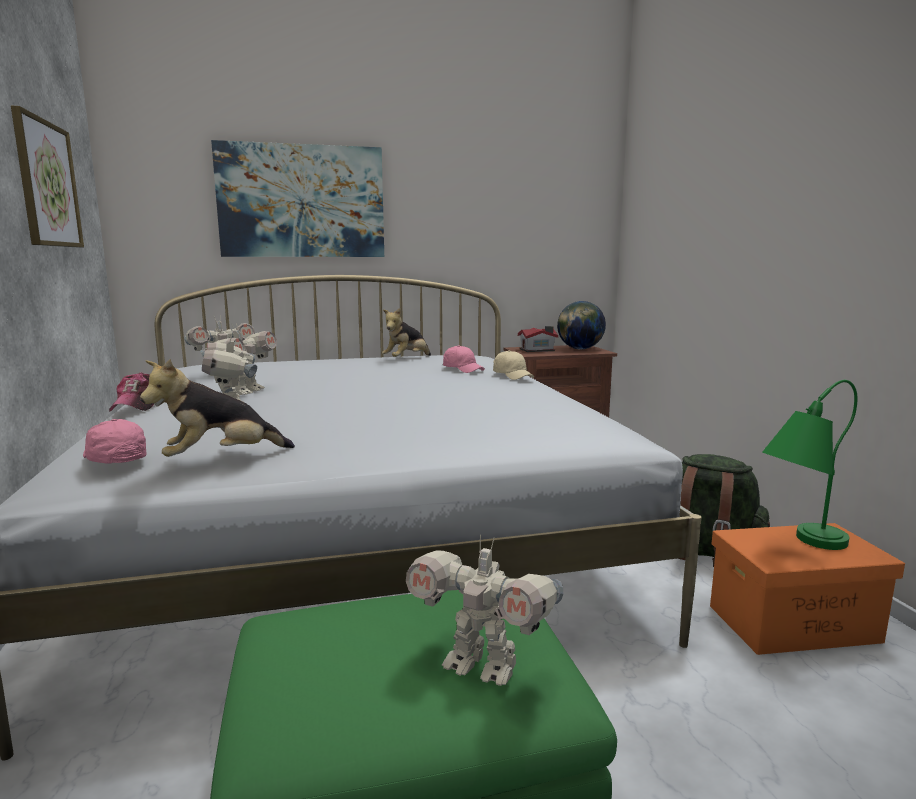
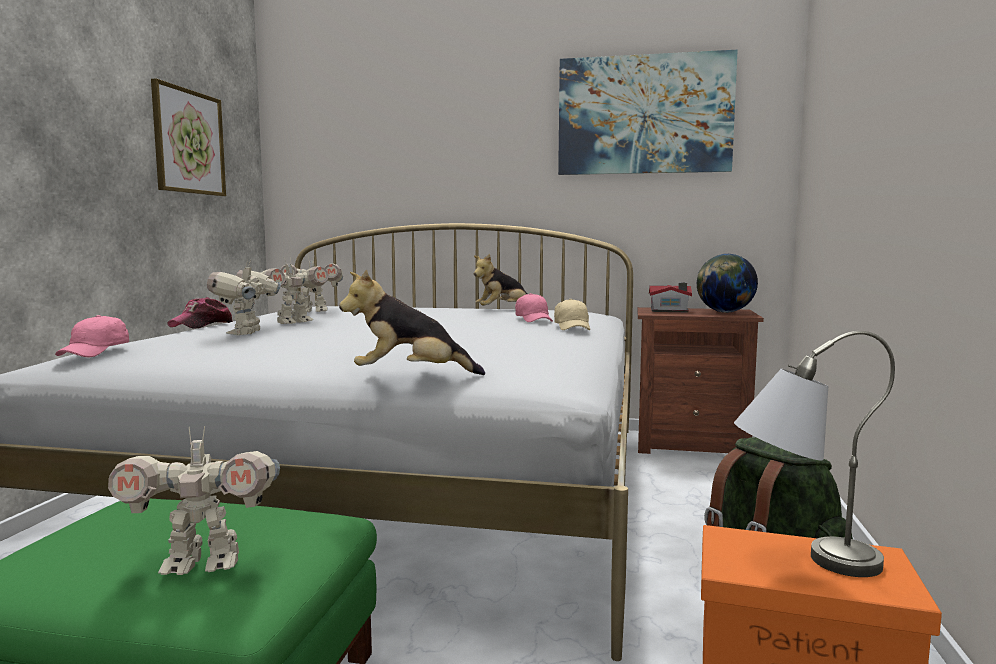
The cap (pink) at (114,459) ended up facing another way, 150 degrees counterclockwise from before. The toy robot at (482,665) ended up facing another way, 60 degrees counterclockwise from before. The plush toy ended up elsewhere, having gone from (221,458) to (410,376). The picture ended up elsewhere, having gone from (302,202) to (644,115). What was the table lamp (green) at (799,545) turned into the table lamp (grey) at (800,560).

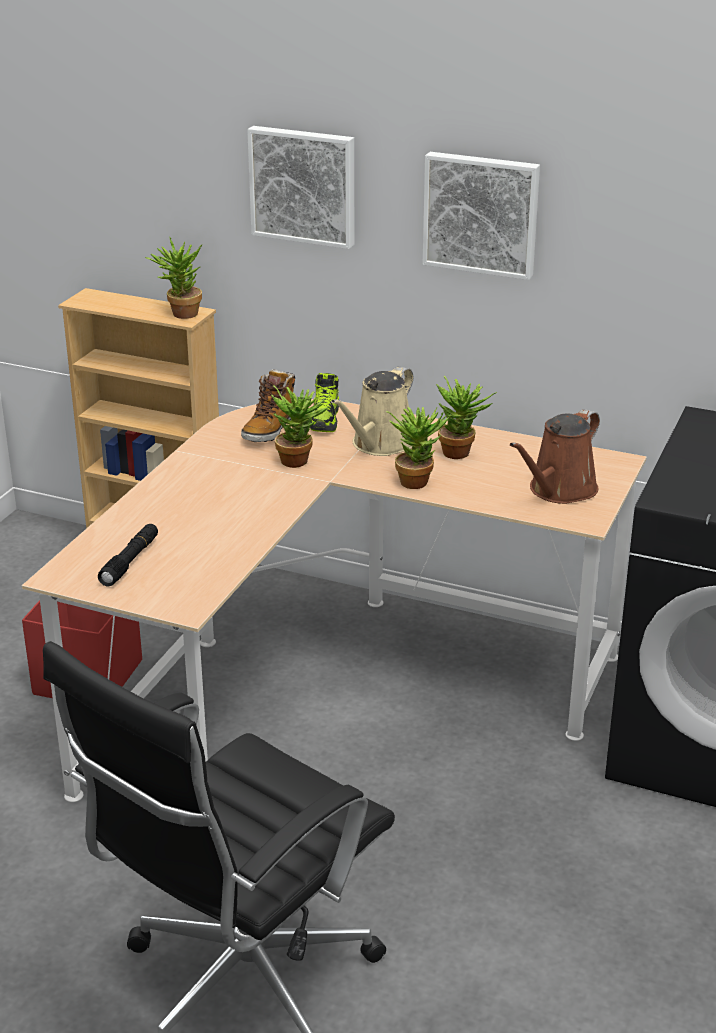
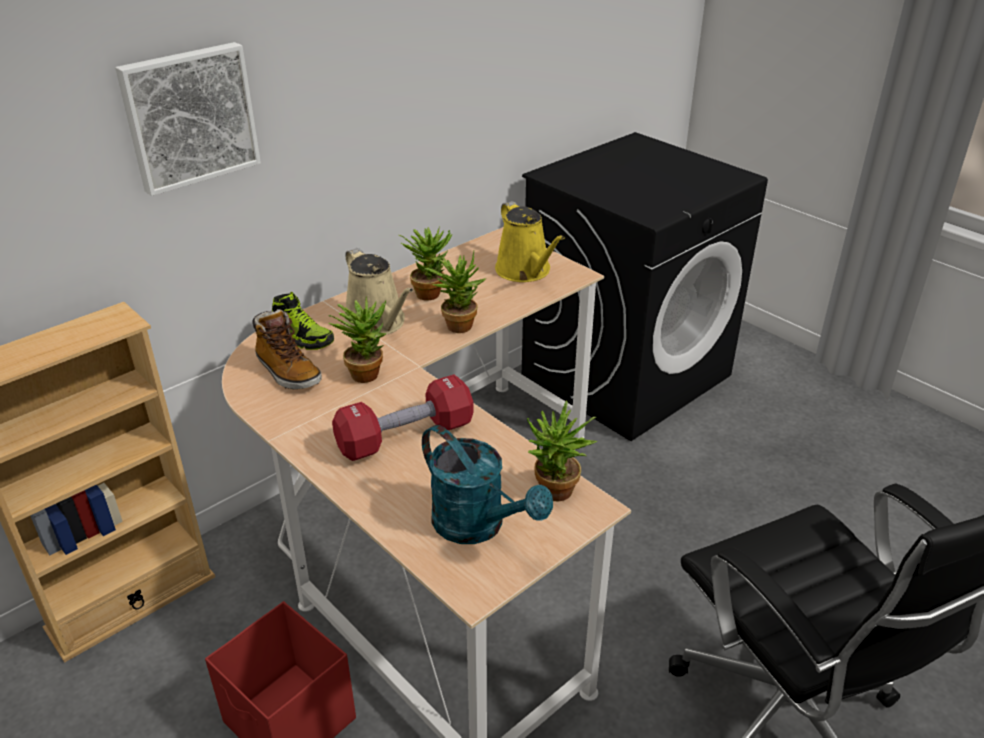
The second view gained the dumbbell (red) at (405,436). Where the flashlight (black) stood at (130,561), the watering can (turquoise) came to stand at (478,526). What was the watering can (brown) at (559,490) turned into the watering can (yellow) at (525,271). The potted plant ended up elsewhere, having gone from (179,314) to (554,495). The second view lost the picture at (481,213).

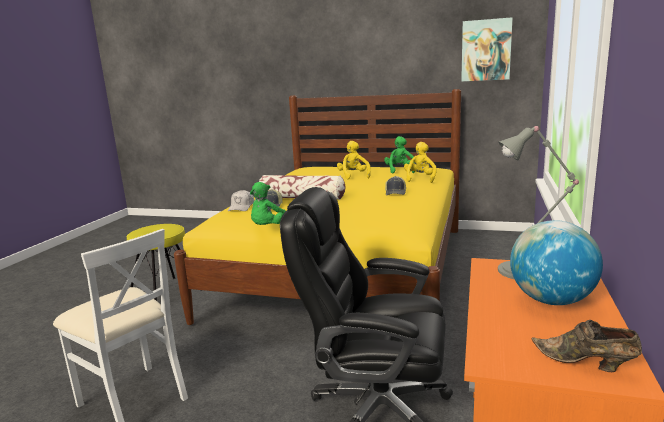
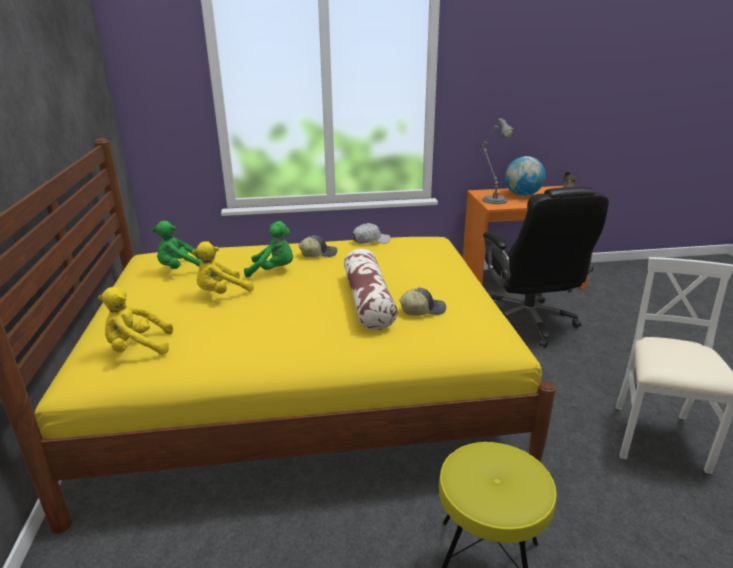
The plush toy (yellow) ended up elsewhere, having gone from (420,179) to (137,348). The plush toy (green) ended up elsewhere, having gone from (269,228) to (274,270). The cap (white) ended up elsewhere, having gone from (241,207) to (371,240). The second view lost the picture at (486,50).

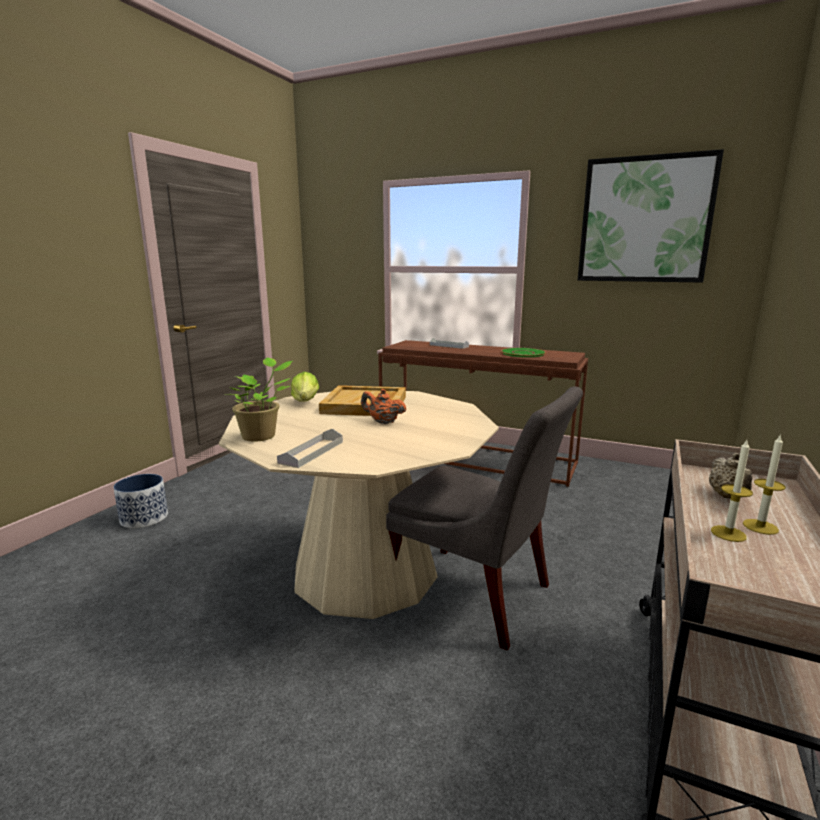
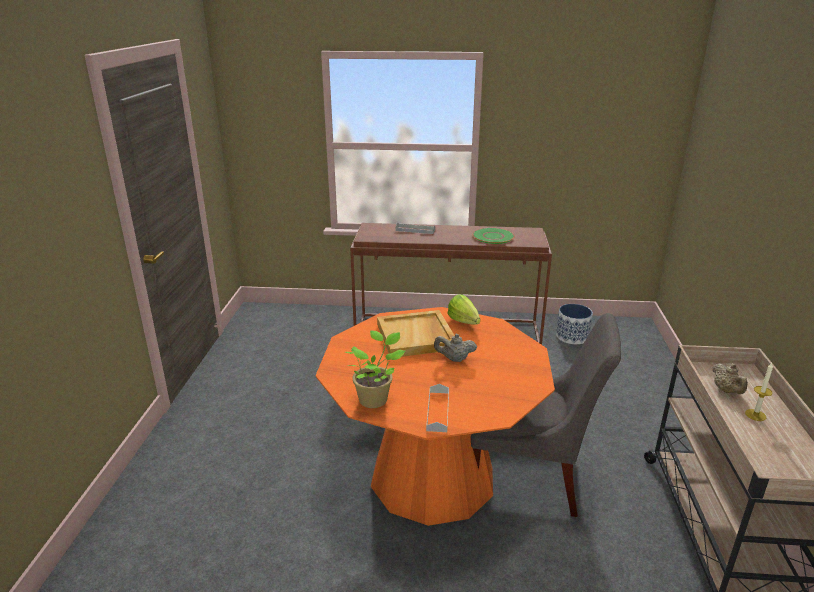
What was the dining table (beige) at (365,571) turned into the dining table (orange) at (432,477). What was the teapot (orange) at (383,422) turned into the teapot (beige) at (454,359). The lettuce ended up elsewhere, having gone from (304,404) to (465,323). The planter ended up elsewhere, having gone from (144,518) to (572,337). The second view lost the picture at (644,220). The second view lost the candle at (728,533).

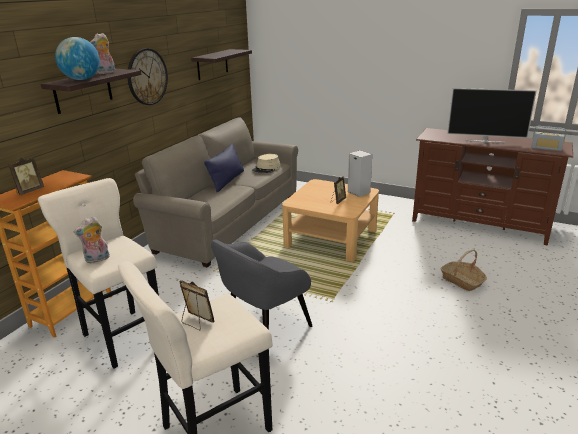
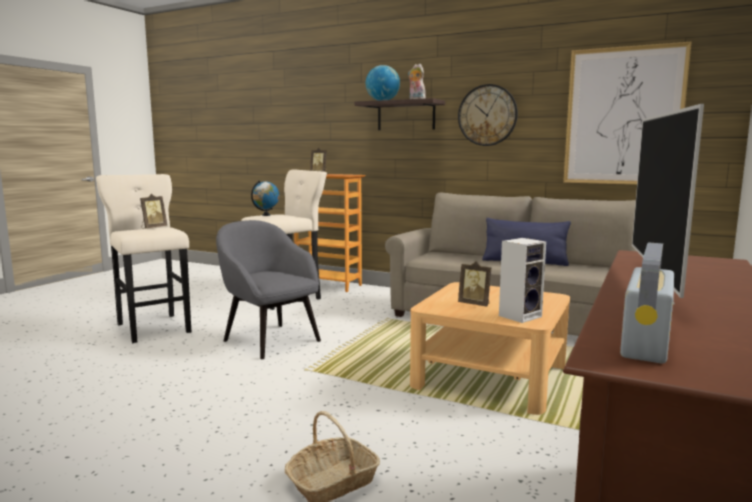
Where the plush toy stood at (97,259), the globe came to stand at (266,215). Where the shelf hung at (212,64), the picture came to hang at (623,116). The second view lost the hat (beige) at (266,168).

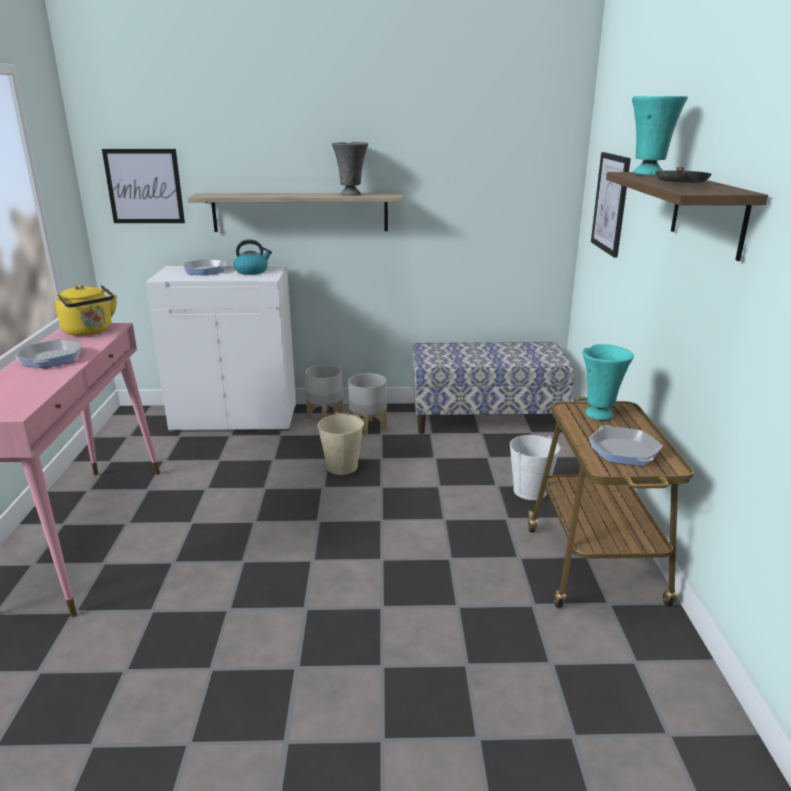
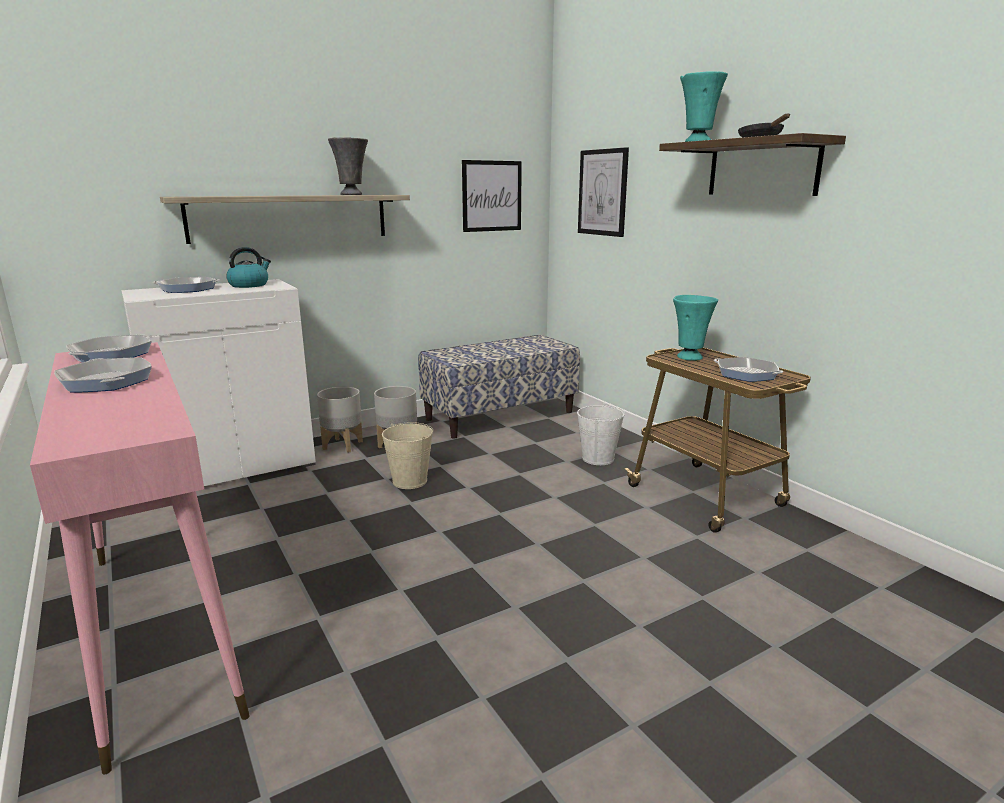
Where the kettle (yellow) stood at (90,331), the frying pan came to stand at (111,355). The picture ended up elsewhere, having gone from (144,186) to (492,196).

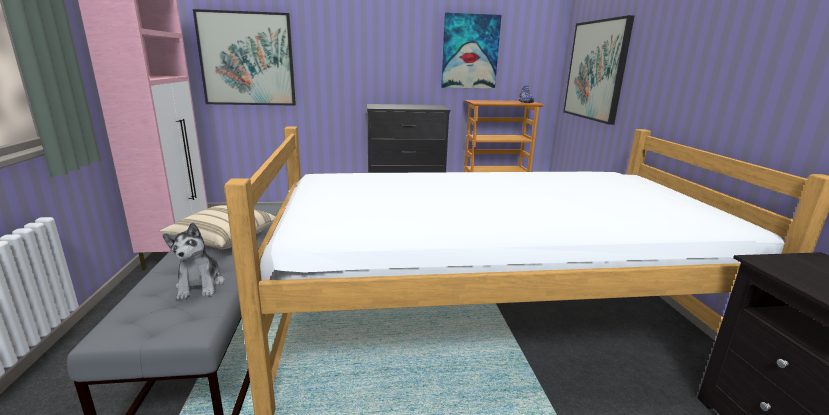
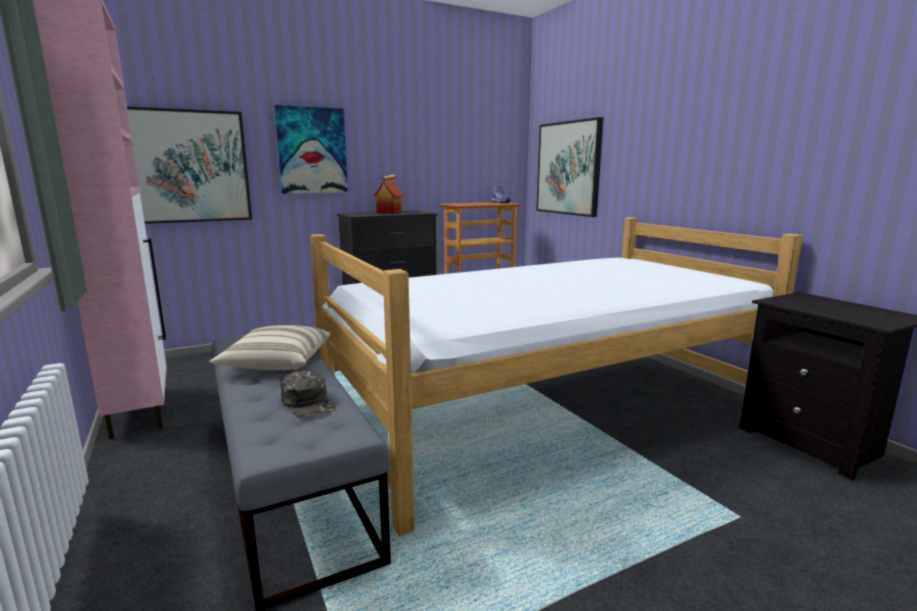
The picture ended up elsewhere, having gone from (470,52) to (312,150). Where the plush toy stood at (200,285), the cap (green) came to stand at (309,403). The second view gained the toy house at (389,212).

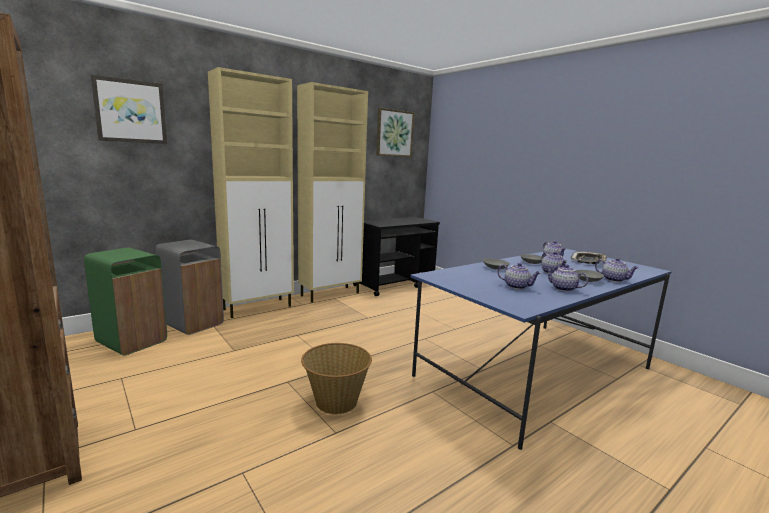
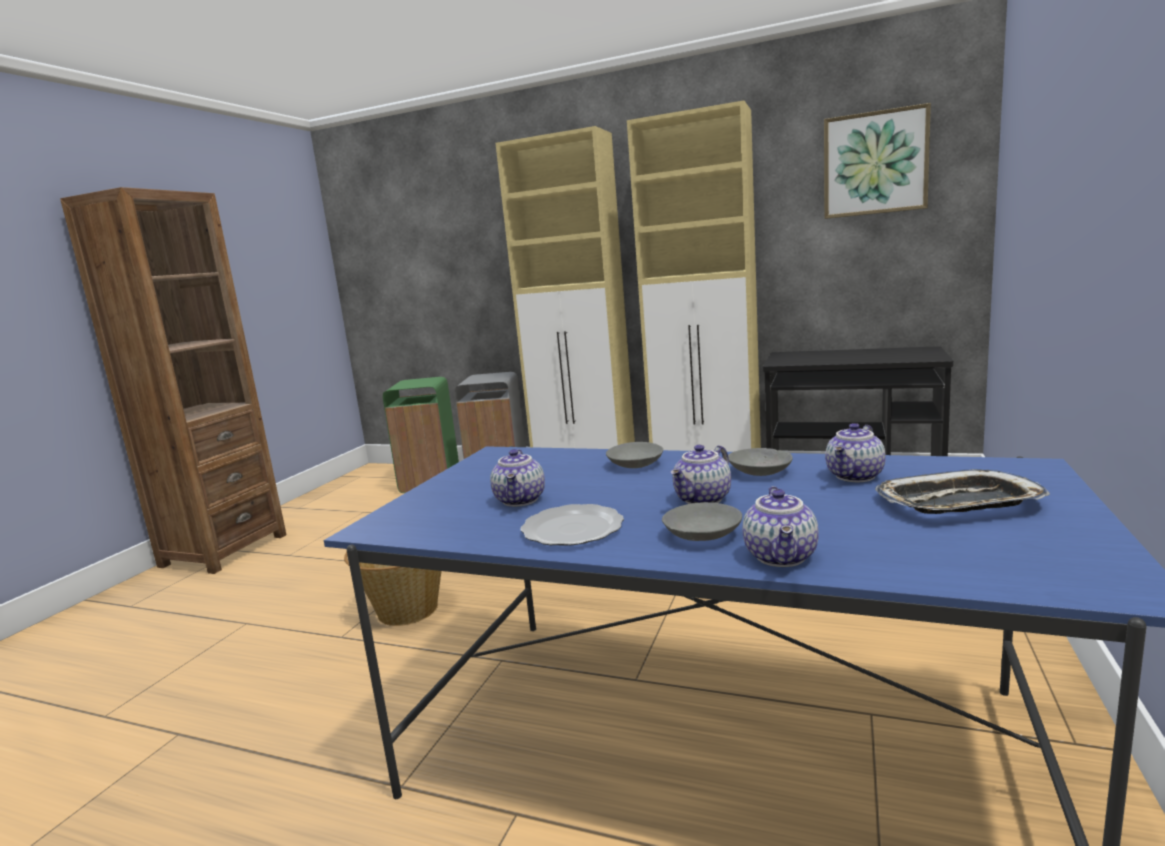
Where the teapot stood at (563,288), the plate came to stand at (571,529). The second view lost the picture at (130,111).

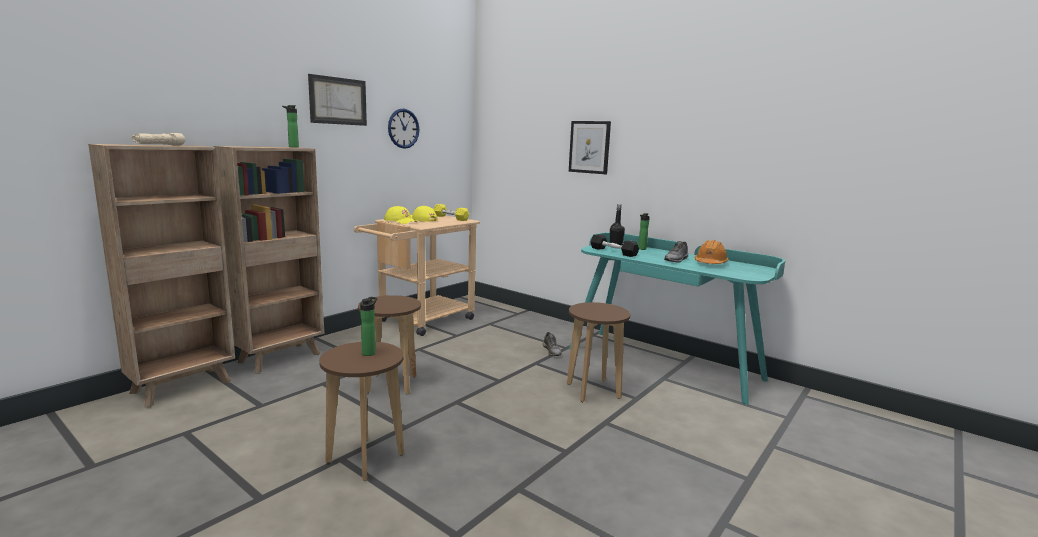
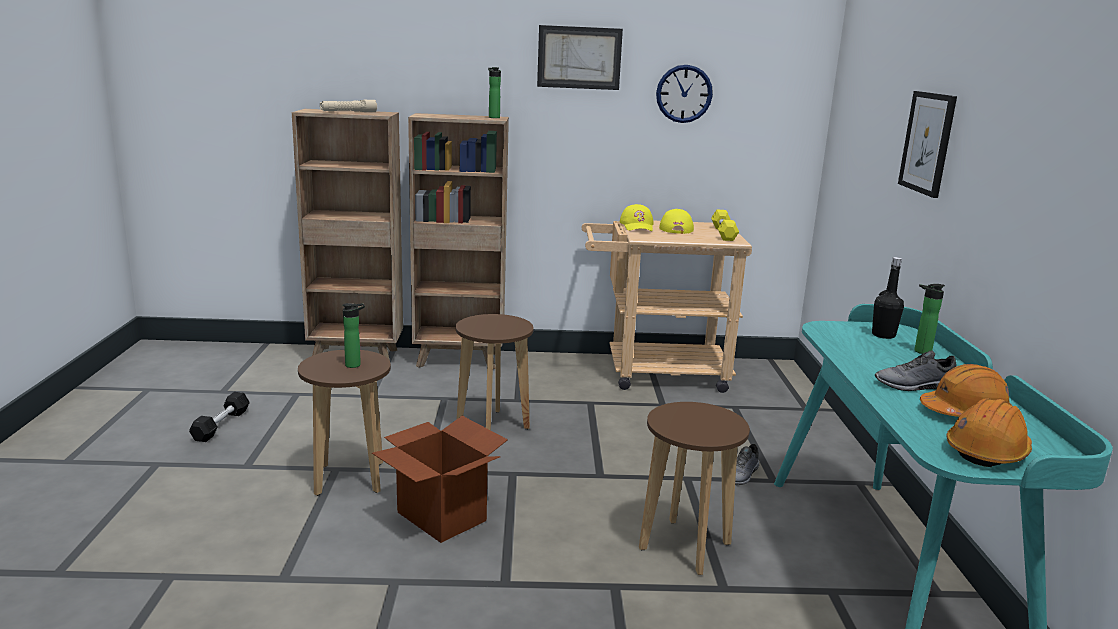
The dumbbell (black) ended up elsewhere, having gone from (613,252) to (221,425). The second view gained the cardboard box at (441,516). The second view gained the hard hat (orange) at (987,451).

